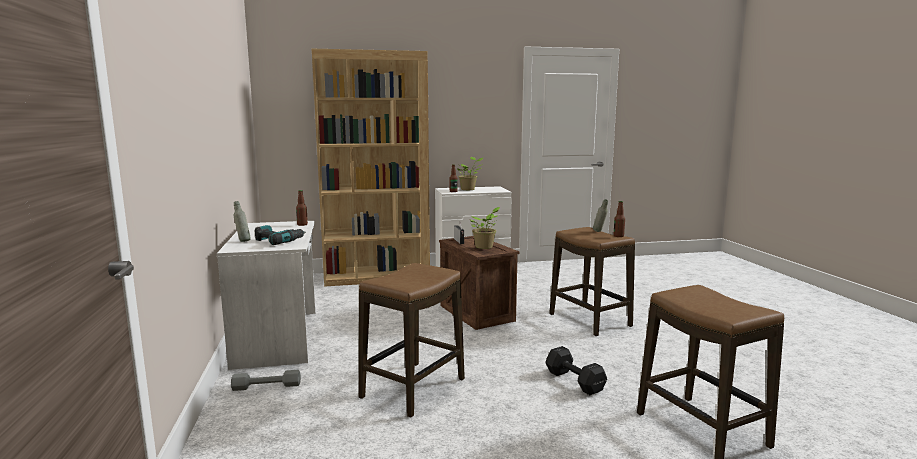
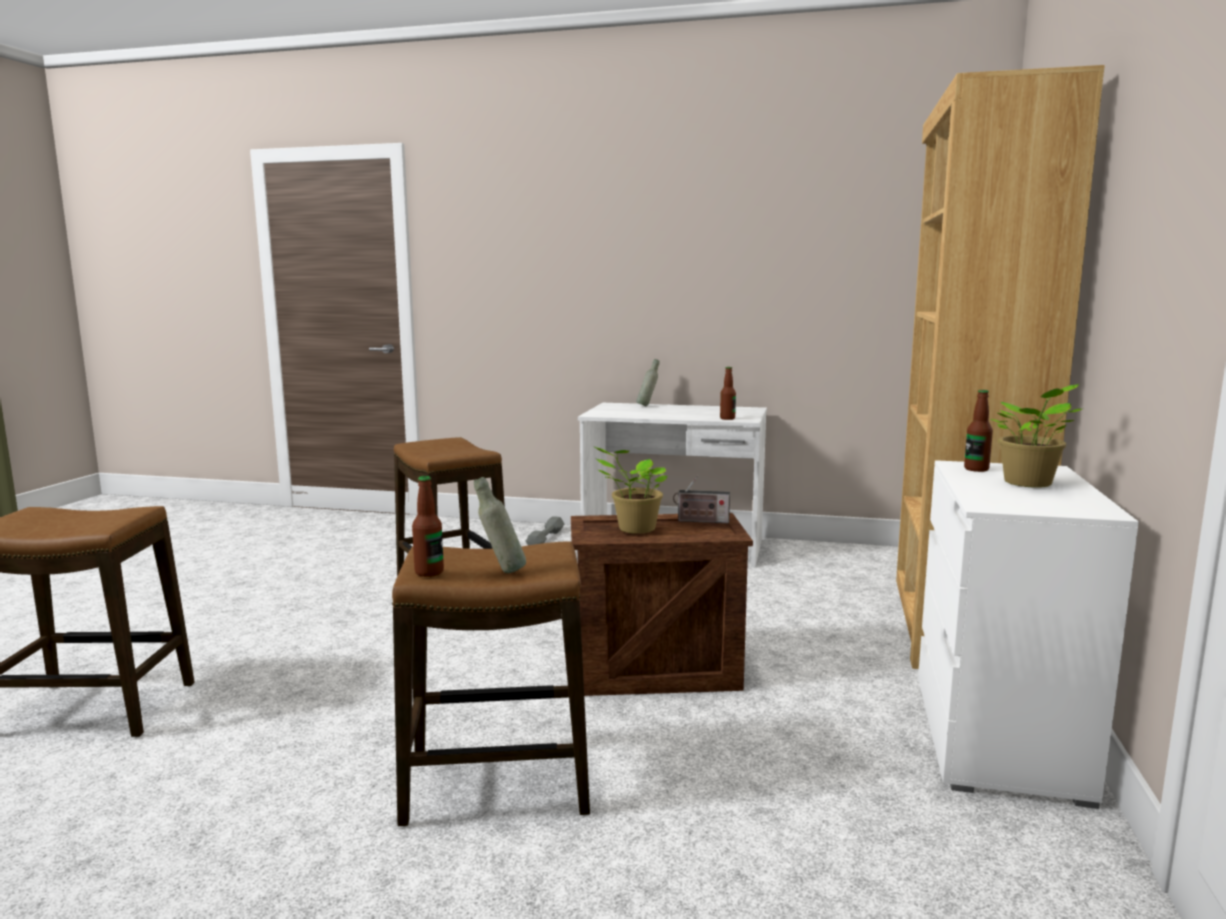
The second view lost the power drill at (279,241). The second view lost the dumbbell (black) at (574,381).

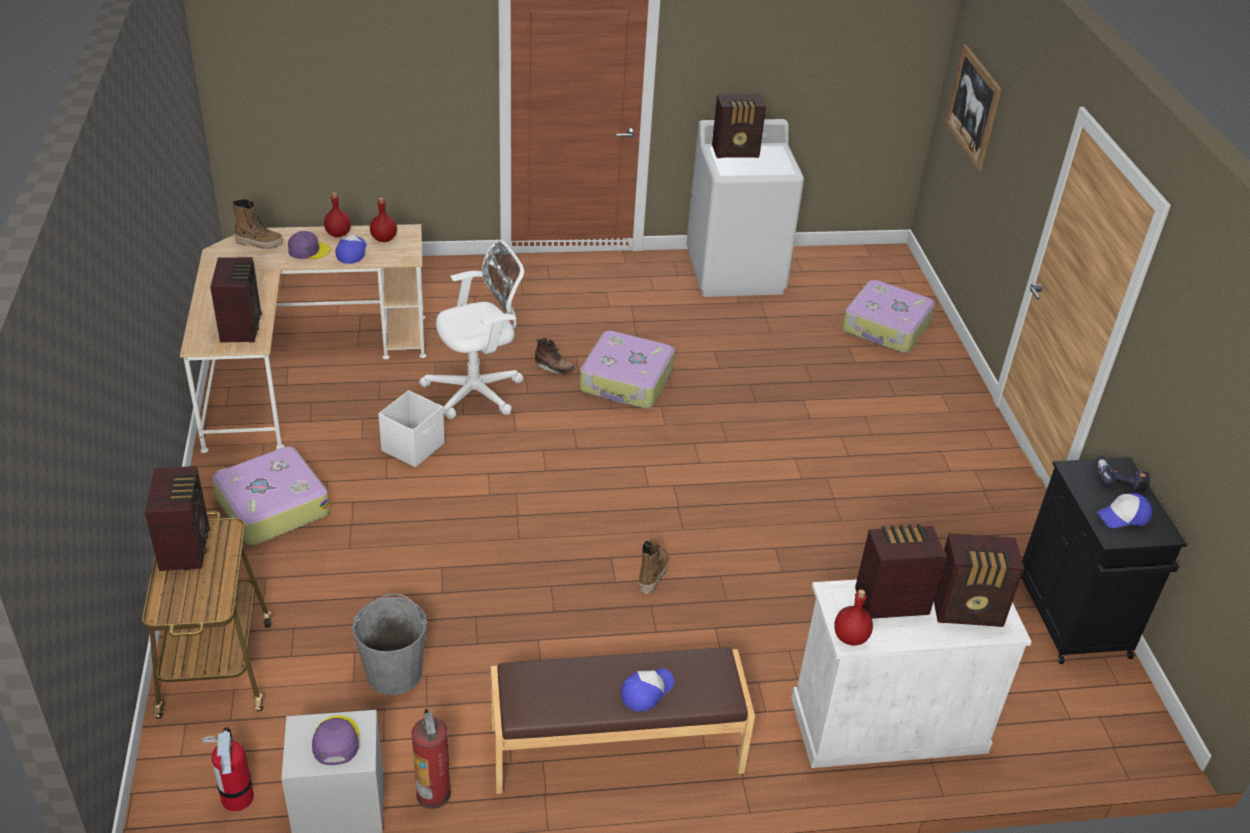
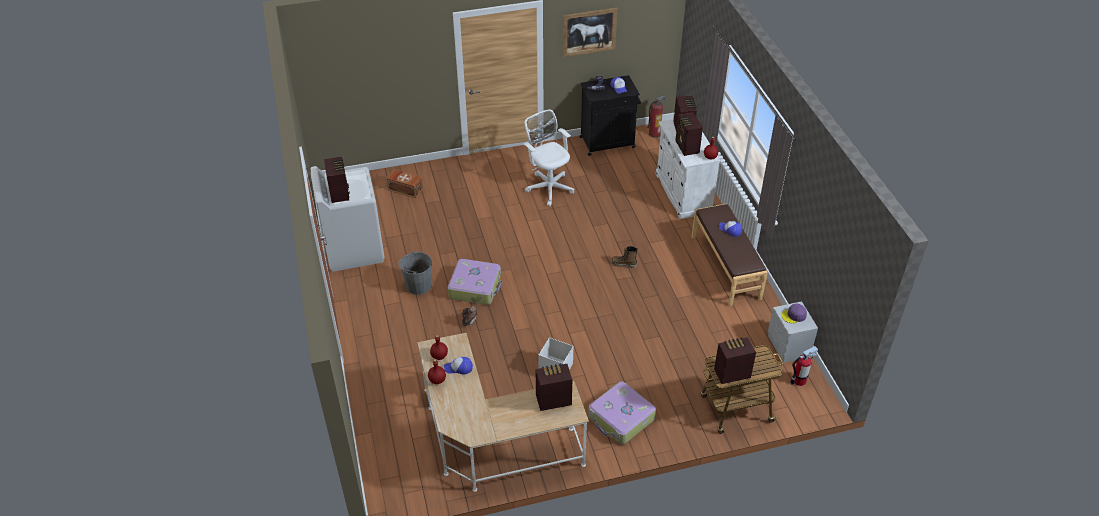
Where the suitcase stood at (886,328), the storage box (brown) came to stand at (405,189). The bucket (grey) ended up elsewhere, having gone from (394,672) to (418,286). The office chair (white) ended up elsewhere, having gone from (478,391) to (548,187). The picture ended up elsewhere, having gone from (973,107) to (589,32). The fire extinguisher ended up elsewhere, having gone from (434,794) to (654,133). The second view lost the boot at (259,243). The second view lost the cap (purple) at (308,250).

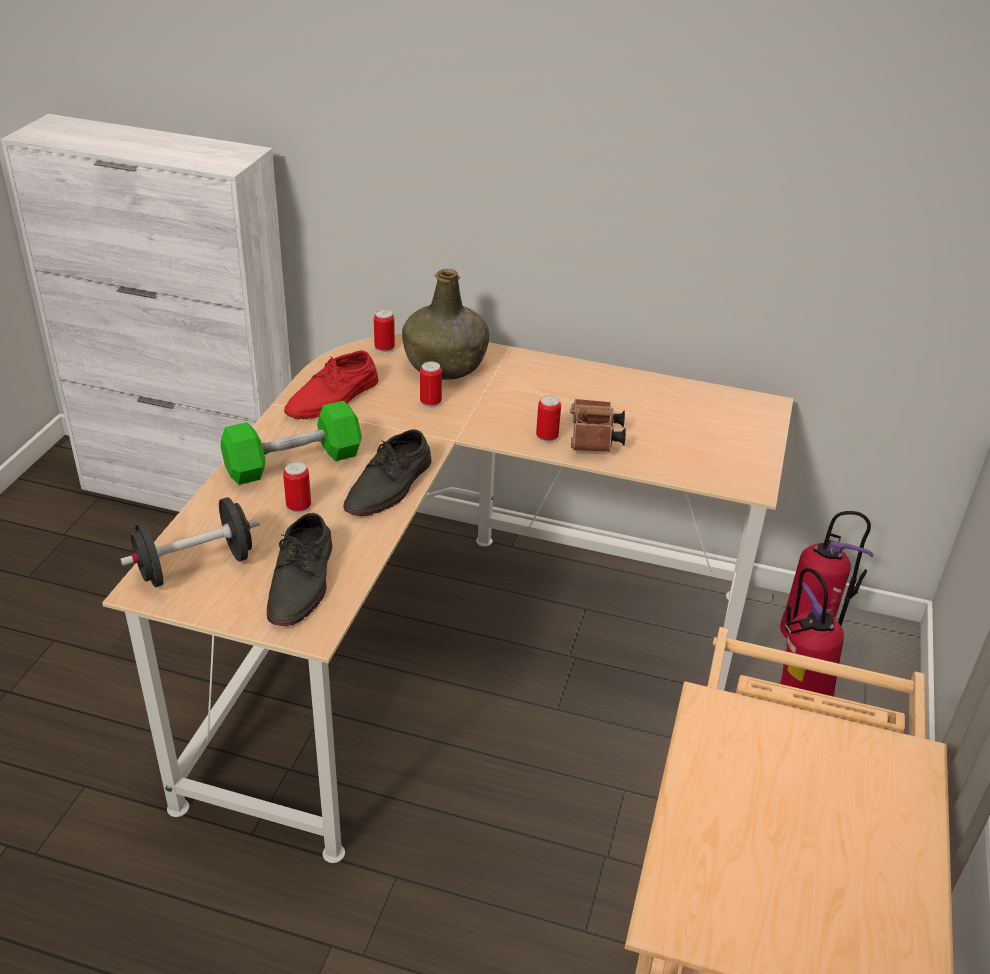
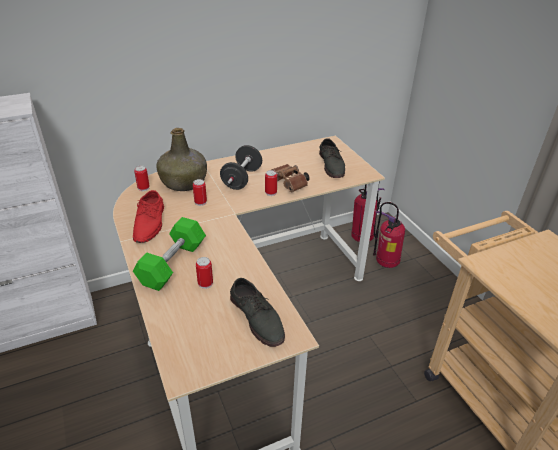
The dumbbell (black) ended up elsewhere, having gone from (195,566) to (242,179). The shoe (grey) ended up elsewhere, having gone from (390,486) to (332,164).

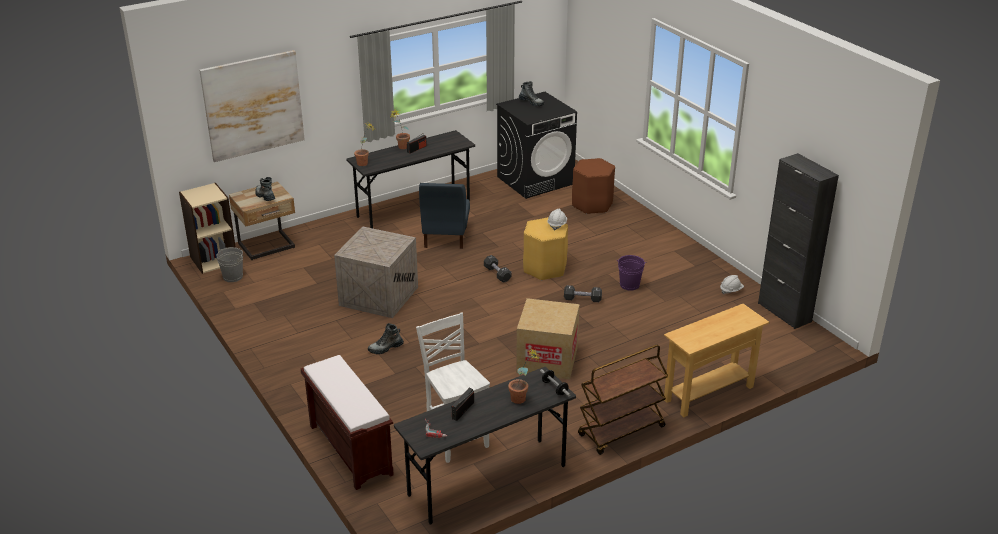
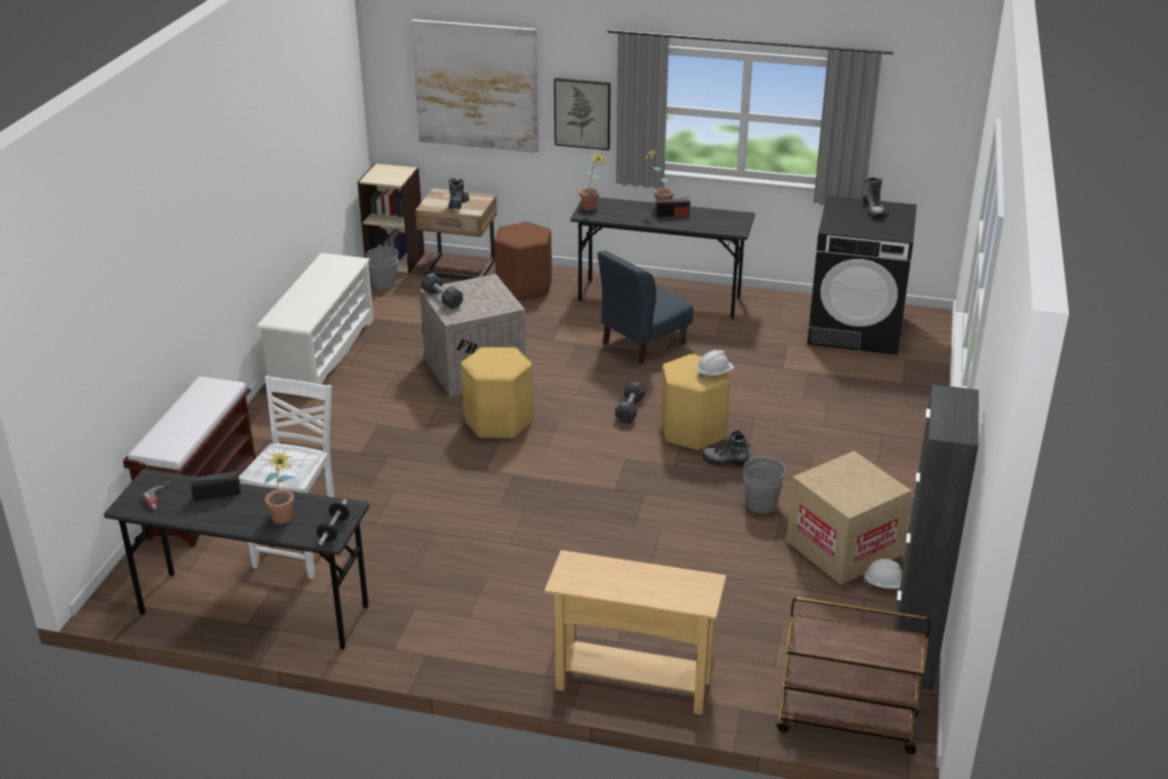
The second view gained the shoe rack (white) at (322,353). The dumbbell (black) ended up elsewhere, having gone from (582,299) to (442,299). The second view gained the stool (yellow) at (498,422). The stool (brown) ended up elsewhere, having gone from (592,204) to (524,288). The second view gained the picture at (582,113). The boot ended up elsewhere, having gone from (385,348) to (726,462). What was the bucket (purple) at (629,285) turned into the bucket (grey) at (761,504). The cart (brown) ended up elsewhere, having gone from (621,432) to (845,723). The cardboard box ended up elsewhere, having gone from (547,360) to (843,548).

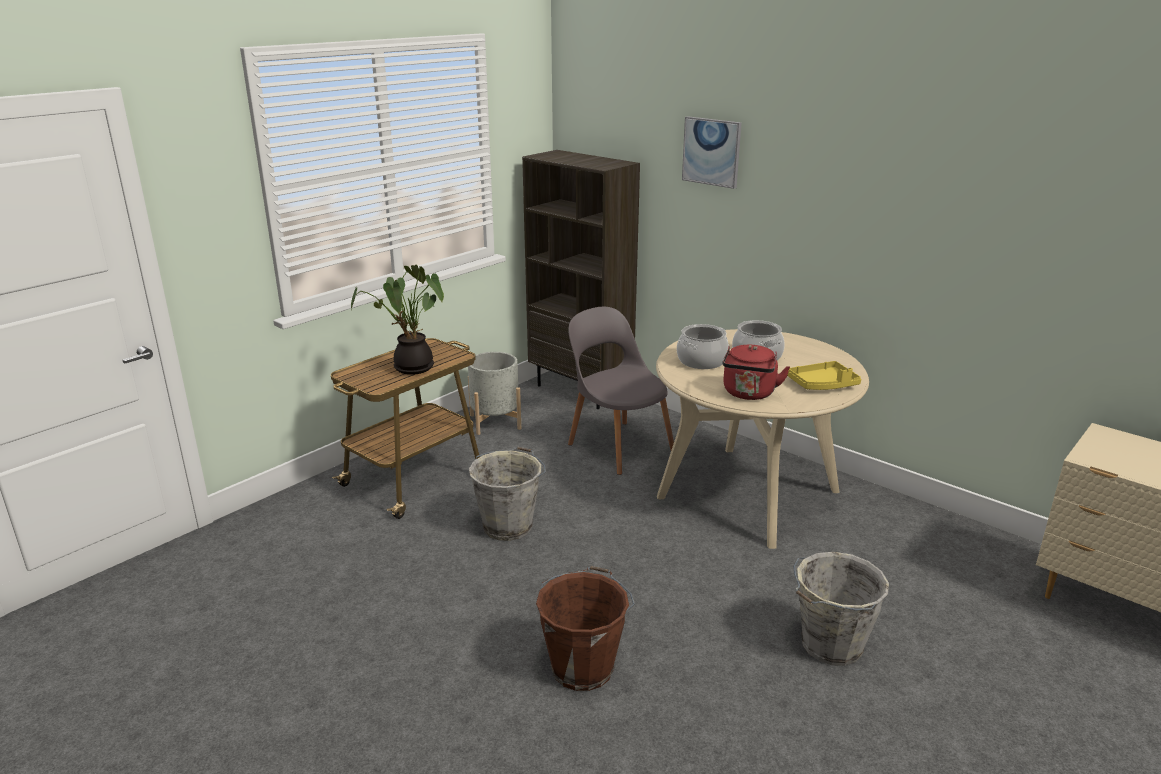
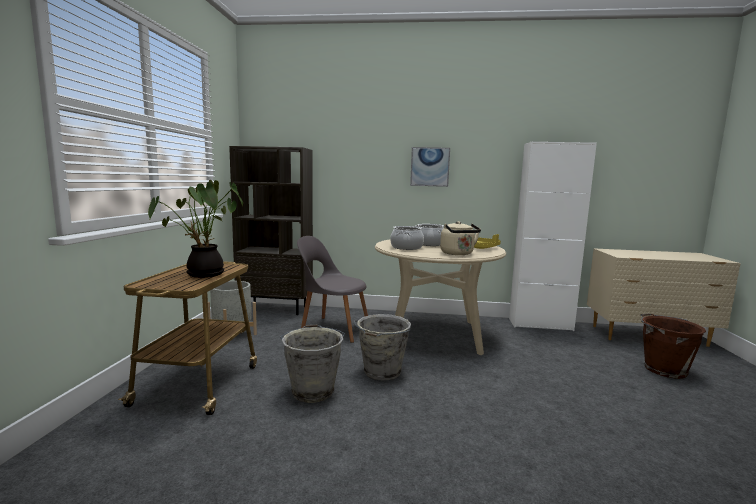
The bucket (grey) ended up elsewhere, having gone from (829,646) to (381,372). The picture ended up elsewhere, having gone from (711,152) to (430,167). What was the kettle (red) at (749,394) turned into the kettle (beige) at (458,254). The second view gained the cabinet (white) at (540,324). The bucket (brown) ended up elsewhere, having gone from (583,666) to (663,369).

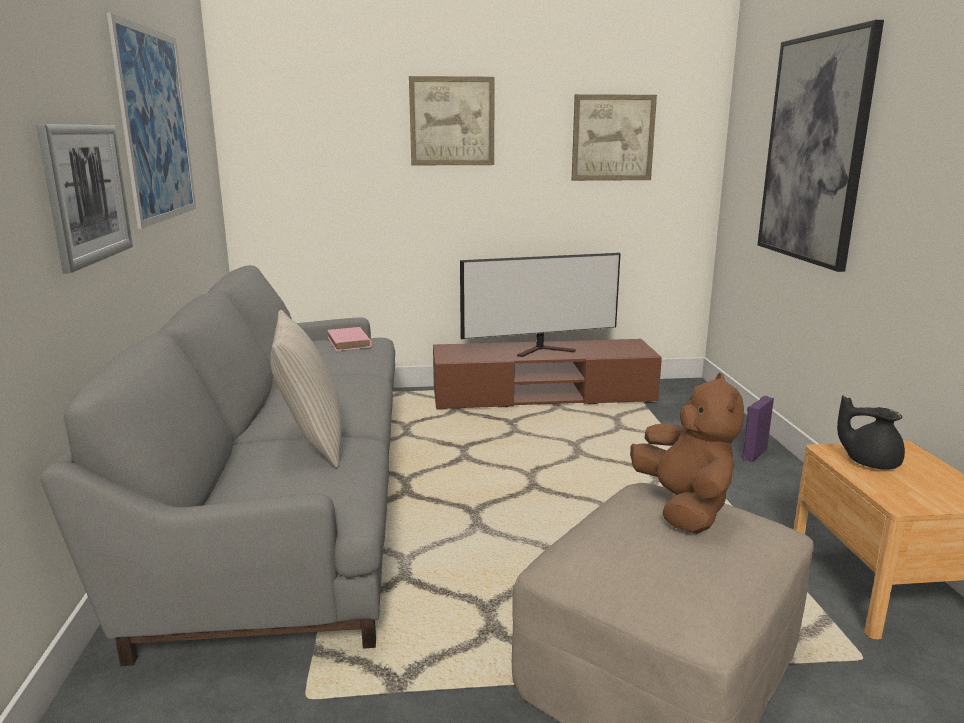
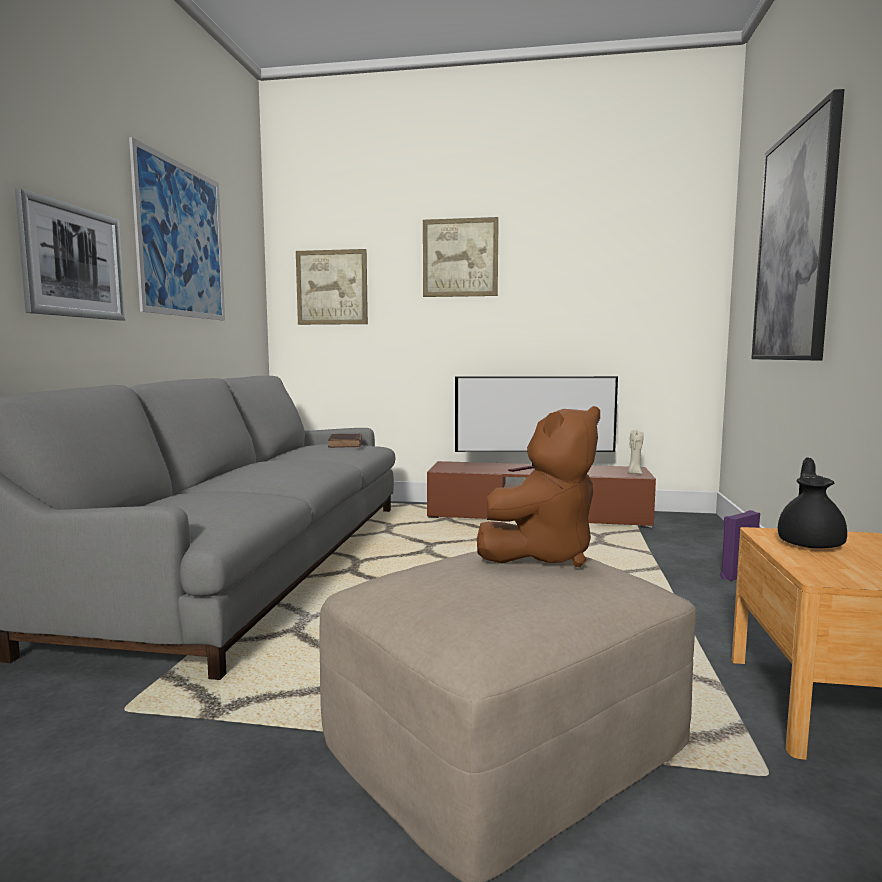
The picture ended up elsewhere, having gone from (613,138) to (332,287). What was the book (pink) at (349,343) turned into the book (brown) at (345,444). The plush toy (brown) at (684,507) ended up facing another way, 45 degrees clockwise from before. The second view gained the candle (beige) at (634,473). The teapot (black) at (869,462) ended up facing another way, 75 degrees clockwise from before. The second view lost the pillow (beige) at (311,442).

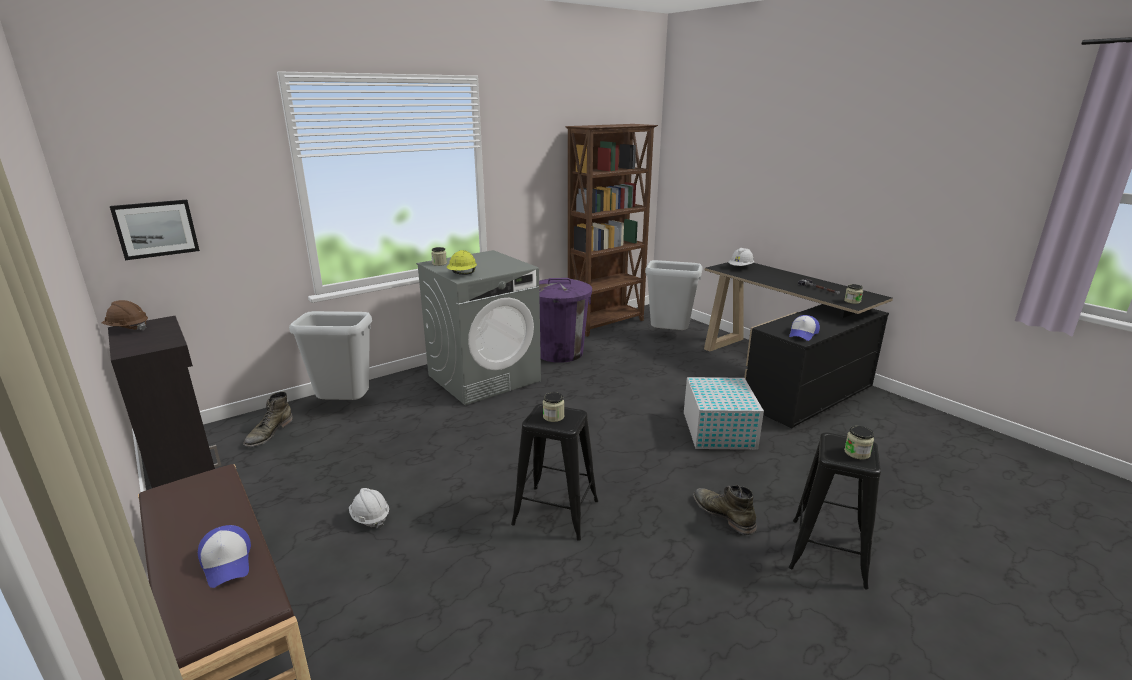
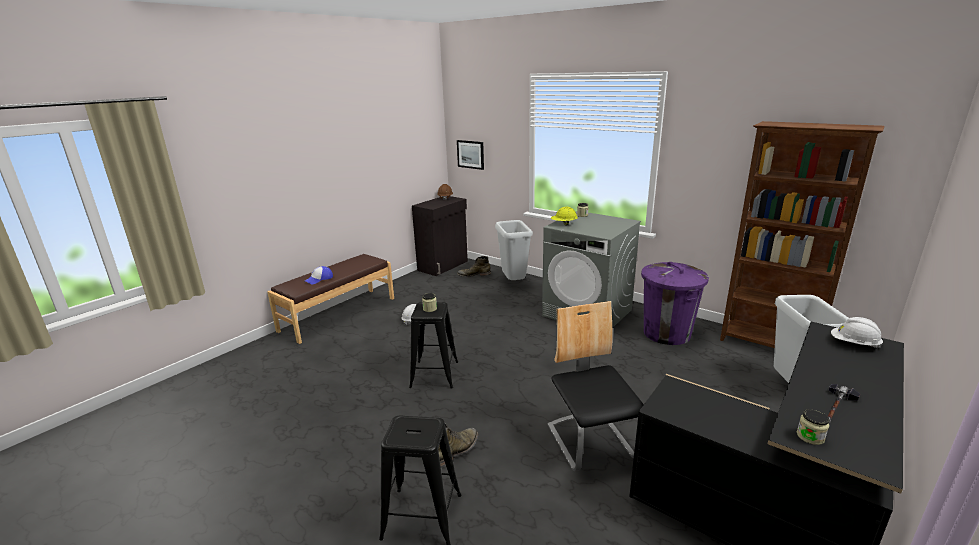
Where the storage box (white) stood at (718,429), the chair came to stand at (591,441). The second view lost the cap at (803,334). The second view lost the jar at (857,453).

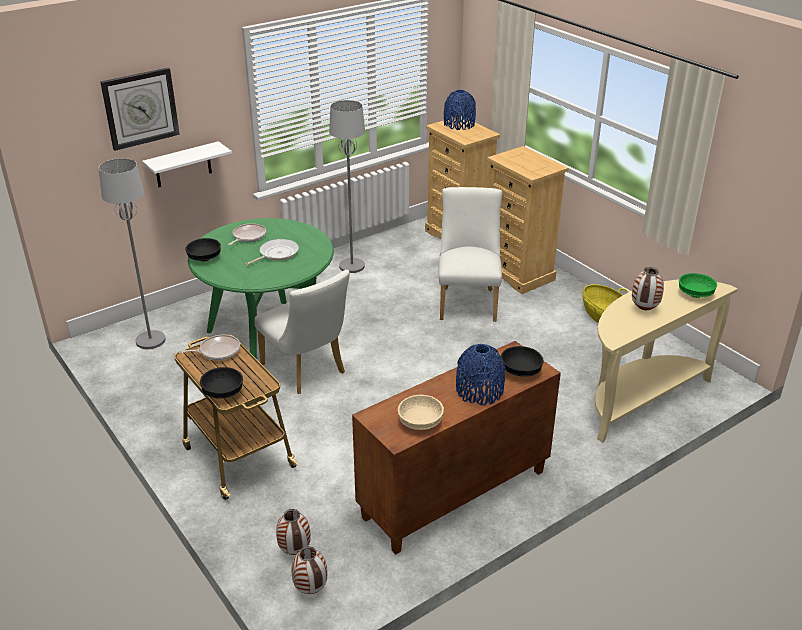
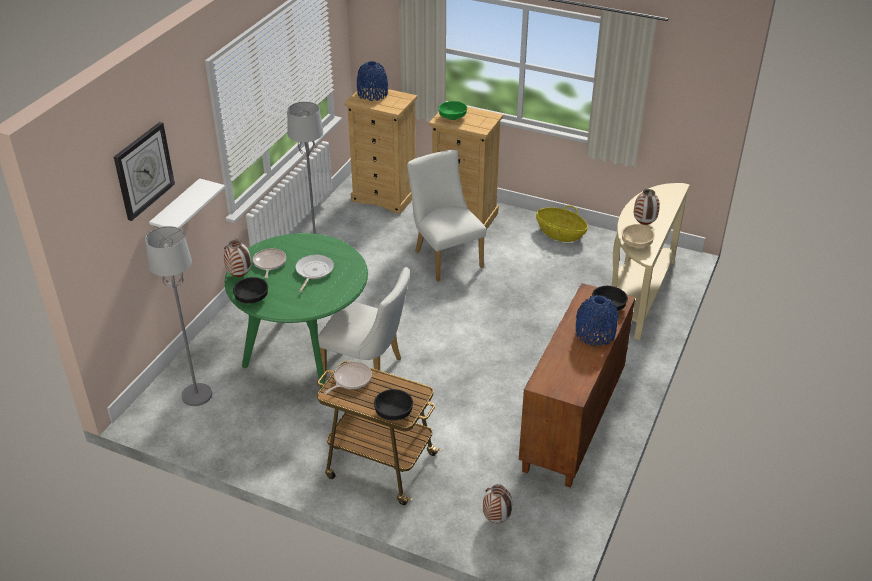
The vase ended up elsewhere, having gone from (311,589) to (240,275). The bowl (green) ended up elsewhere, having gone from (696,294) to (453,117). The bowl (beige) ended up elsewhere, having gone from (420,422) to (636,243).

